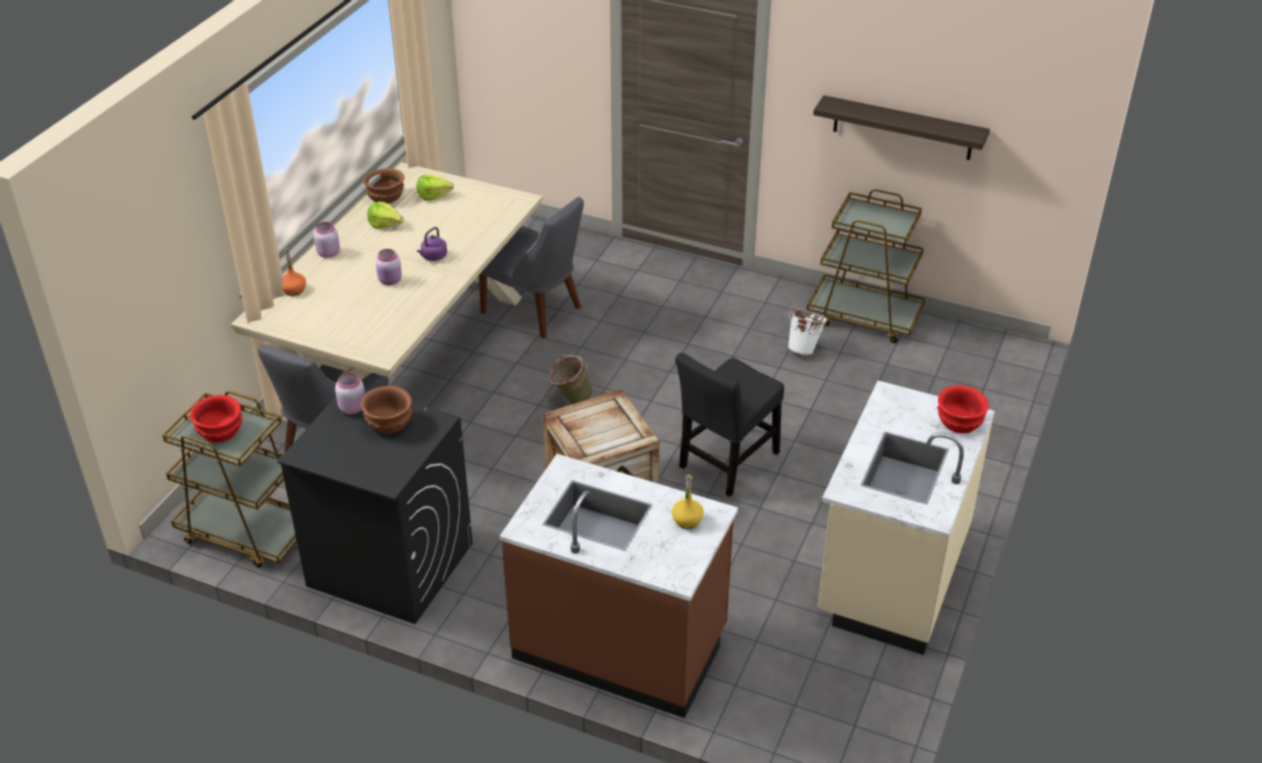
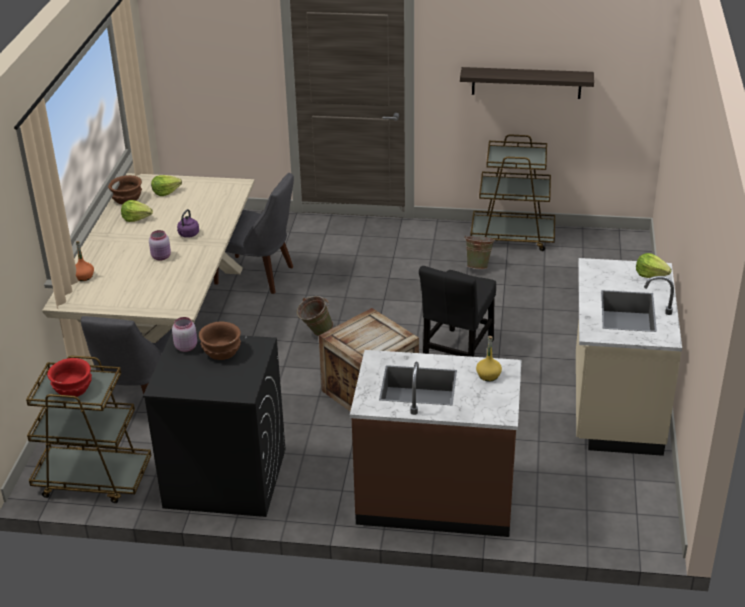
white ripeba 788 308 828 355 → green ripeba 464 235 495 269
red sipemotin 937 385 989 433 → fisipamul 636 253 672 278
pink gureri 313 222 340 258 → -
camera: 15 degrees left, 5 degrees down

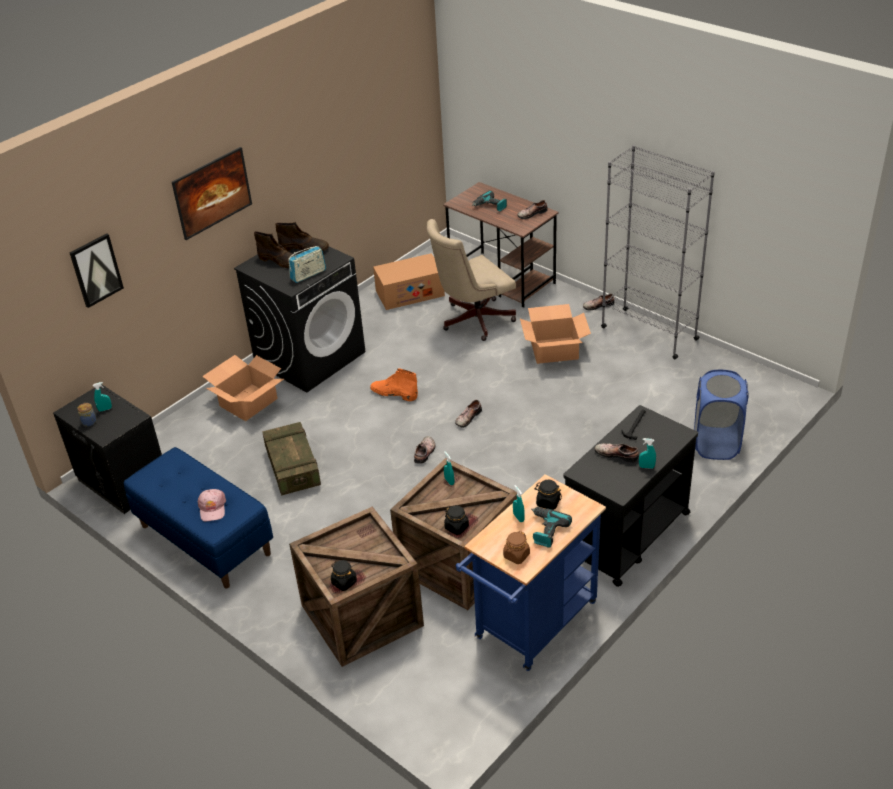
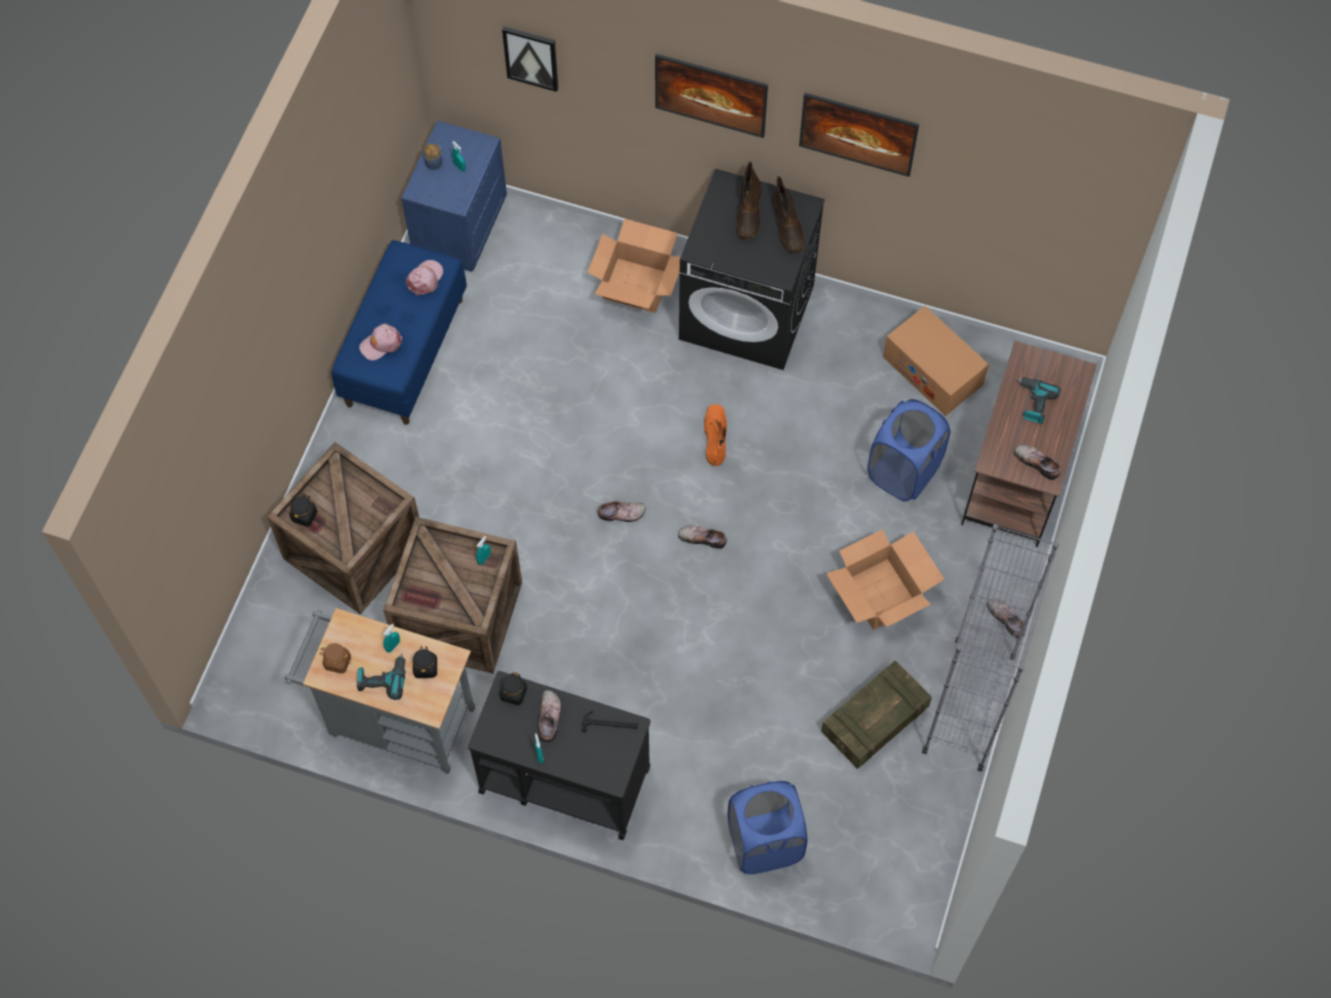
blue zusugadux 456 474 606 671 → grey zusugadux 284 608 475 774
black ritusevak 53 384 162 514 → blue ritusevak 401 120 507 272
- → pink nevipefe 406 260 443 295
black gureri 444 506 469 535 → black gureri 500 672 527 705, move
- → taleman 799 93 919 177
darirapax 262 422 321 496 → darirapax 821 660 932 769, move
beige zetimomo 427 219 516 341 → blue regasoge 867 399 951 501
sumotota 289 246 326 283 → -
camera: 65 degrees right, 25 degrees up

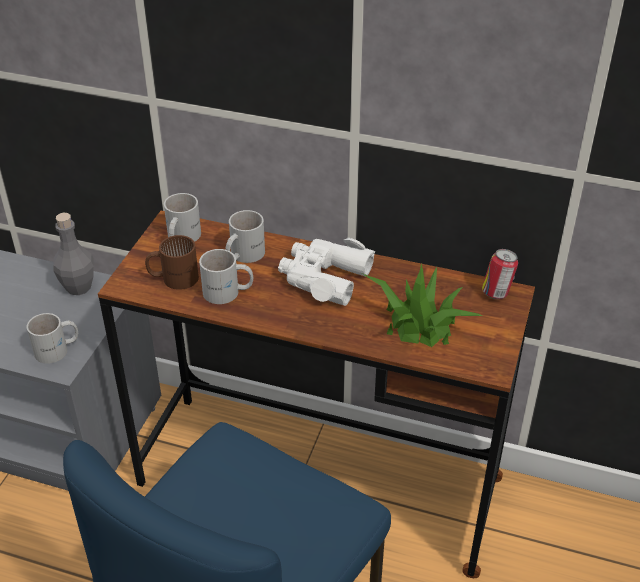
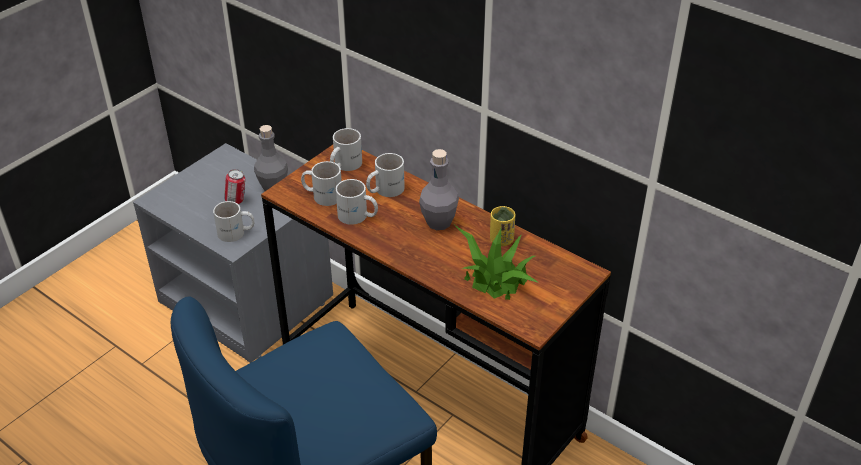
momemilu 482 249 518 299 → momemilu 224 169 245 204, move
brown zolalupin 145 235 199 290 → white zolalupin 301 161 342 206
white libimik 278 238 375 306 → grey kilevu 419 149 459 230
- → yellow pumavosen 490 206 515 246
camera: 20 degrees right, 0 degrees up

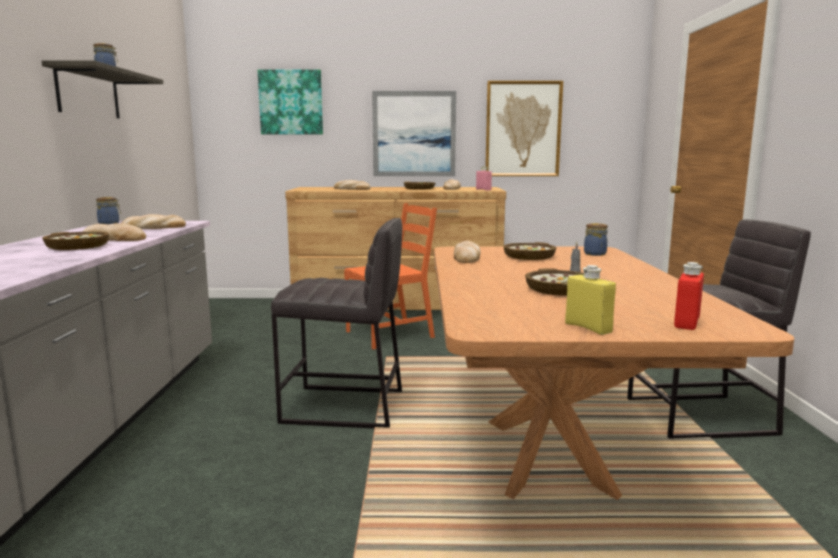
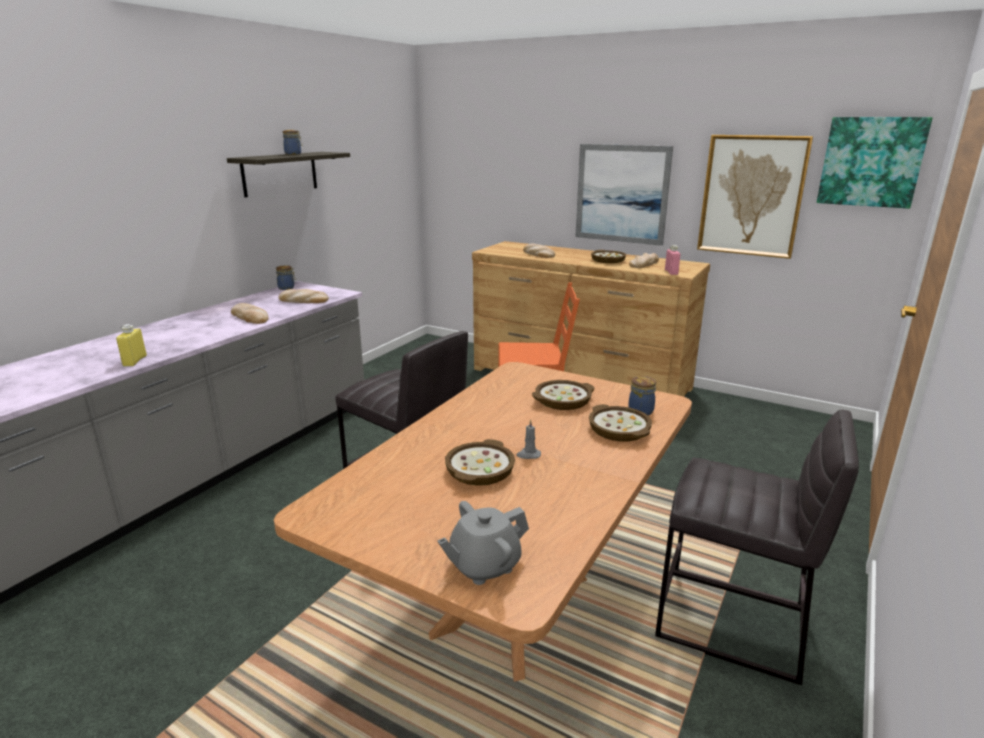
yellow kilevu 565 265 616 335 → yellow kilevu 116 324 147 366, move
red kilevu 674 262 704 330 → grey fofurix 437 501 529 585
sipemotin 42 232 109 250 → sipemotin 589 404 652 442, move
taleman 258 70 323 134 → taleman 817 117 932 209, move
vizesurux 454 240 481 263 → -
camera: 30 degrees right, 10 degrees up

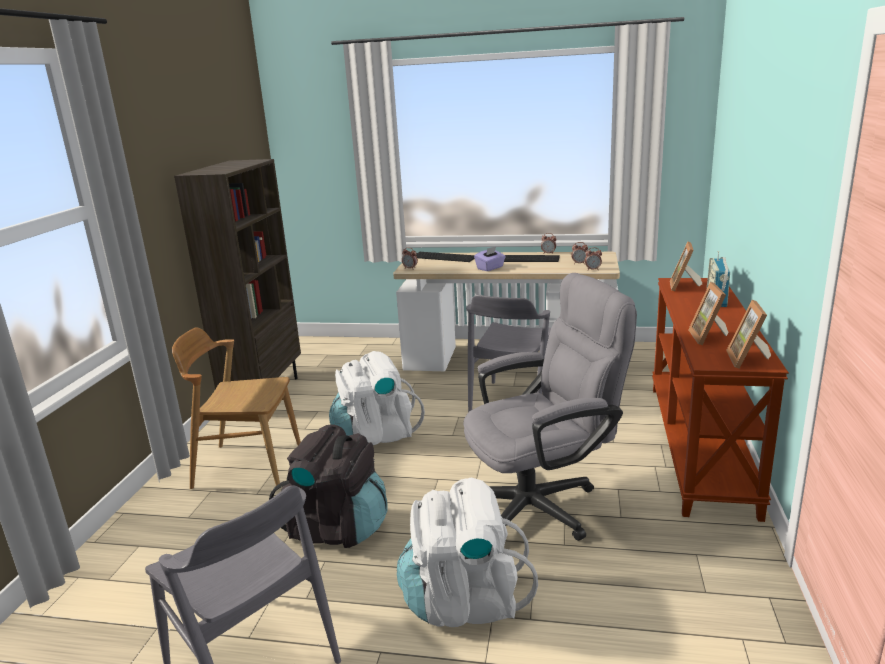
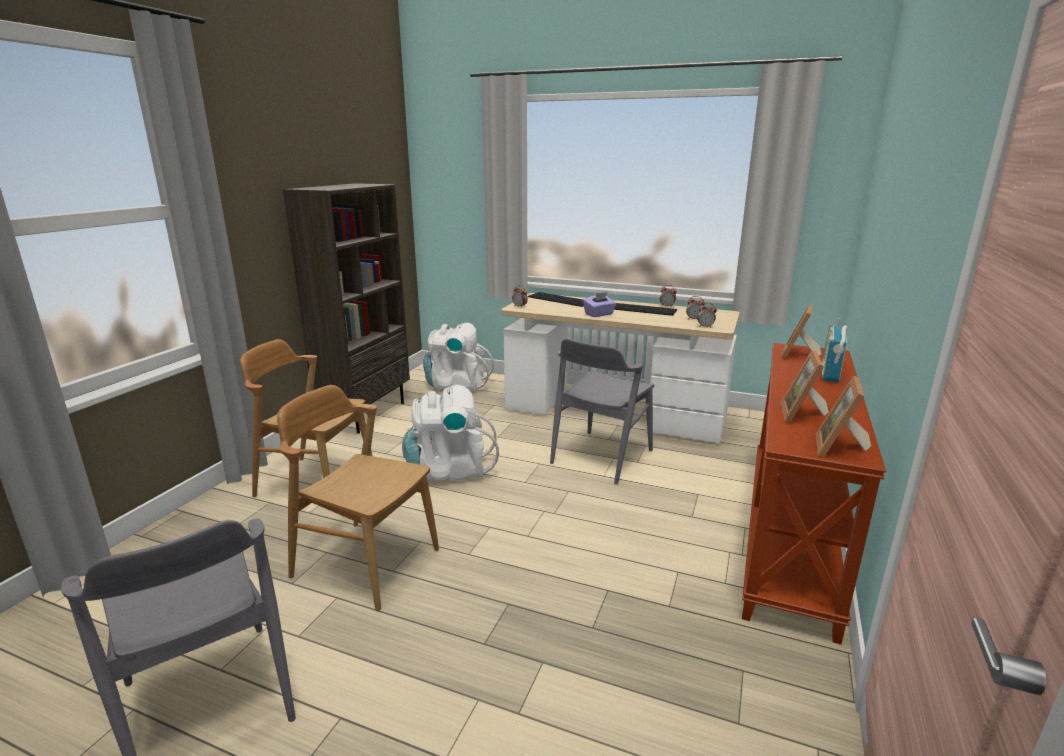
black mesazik 269 424 388 548 → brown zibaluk 277 385 439 612
white mesazik 397 478 538 627 → white mesazik 423 322 494 391, move
grey zetimomo 463 273 637 541 → -
camera: 10 degrees right, 0 degrees up

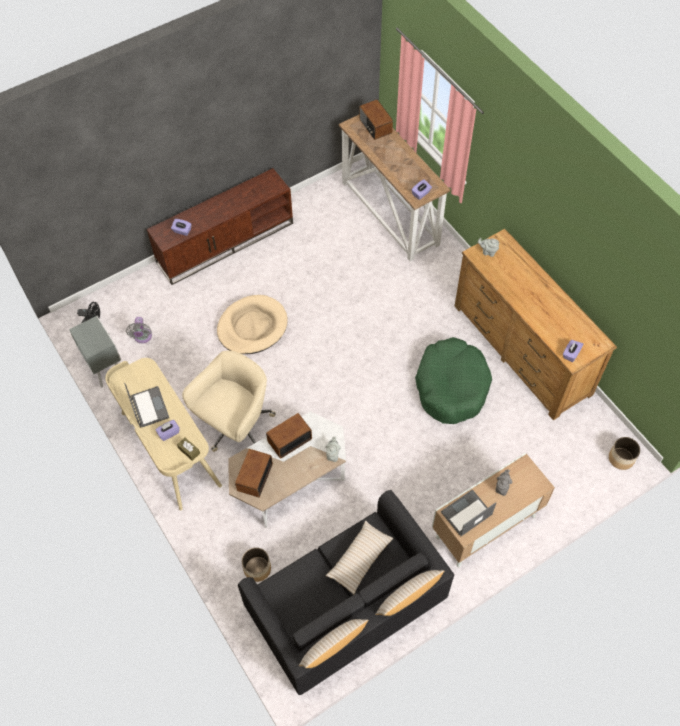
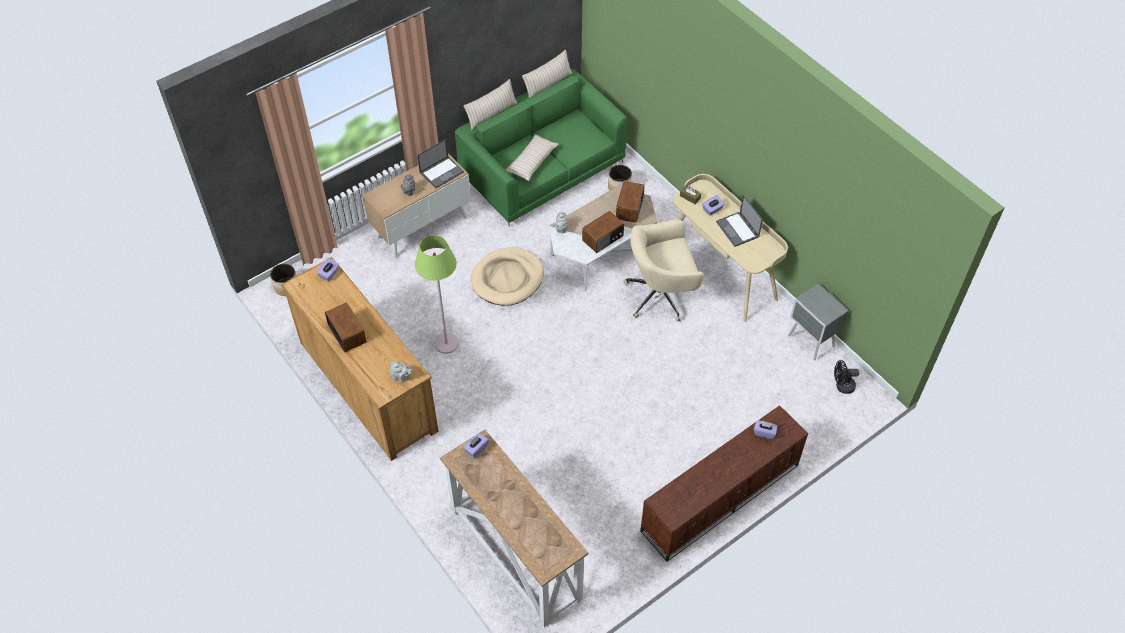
sumotota 359 100 393 140 → sumotota 325 302 367 352, move
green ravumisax 415 337 492 424 → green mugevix 415 235 459 354
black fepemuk 238 490 454 695 → green fepemuk 455 69 628 224
beige ravumisax 217 295 288 354 → beige ravumisax 471 247 544 306, move
beige zetimomo 182 350 276 452 → beige zetimomo 624 219 704 322, 45 degrees clockwise
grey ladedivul 126 317 152 343 → -
camera: 175 degrees right, 5 degrees down

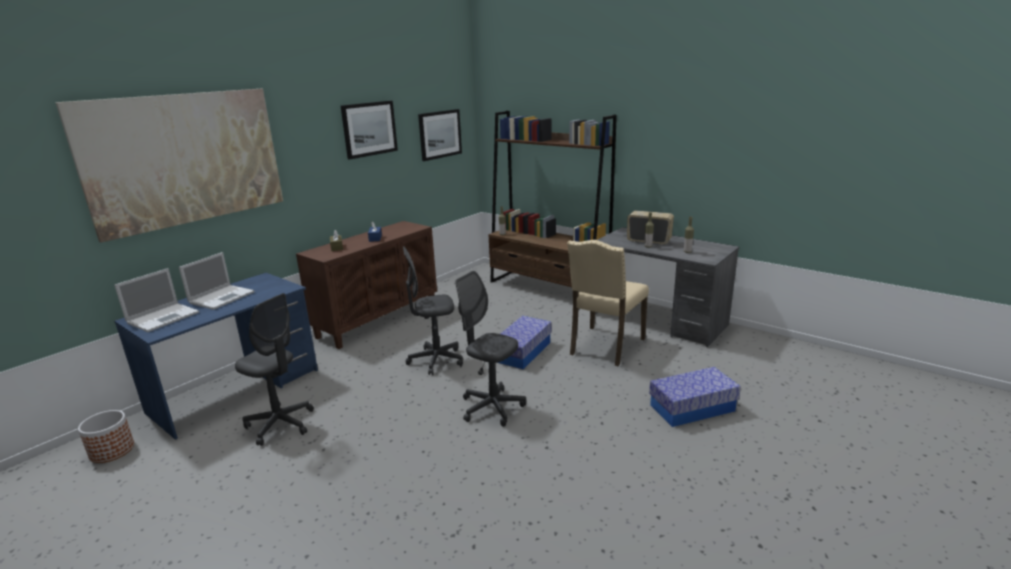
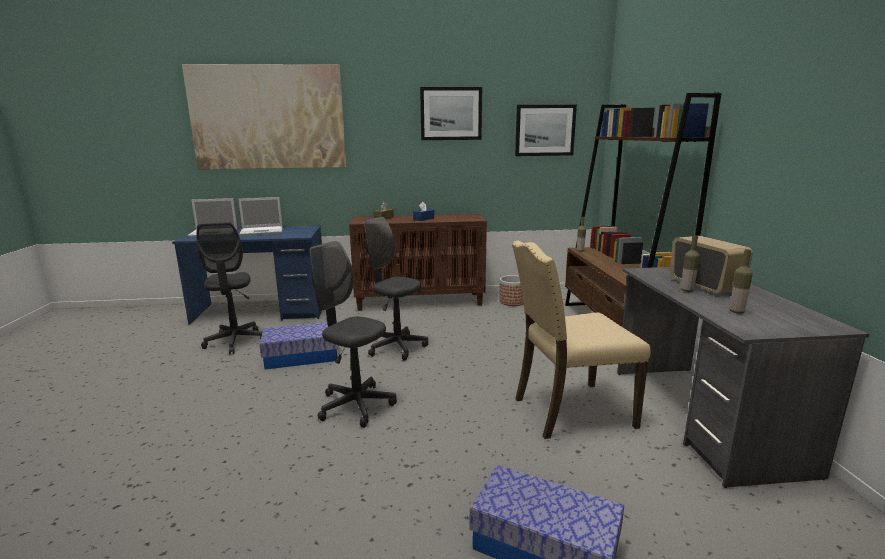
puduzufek 498 316 551 369 → puduzufek 259 322 338 370, move
grey zetimomo 455 271 526 427 → grey zetimomo 309 241 397 428, 45 degrees counterclockwise
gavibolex 78 410 134 463 → gavibolex 499 275 523 306, move
camera: 45 degrees right, 5 degrees down

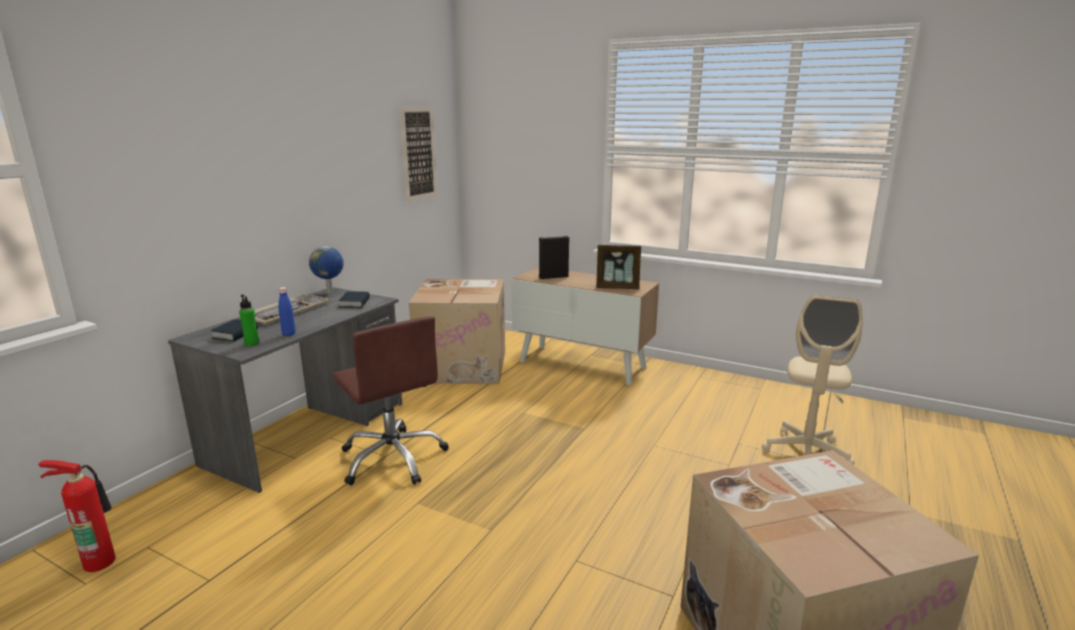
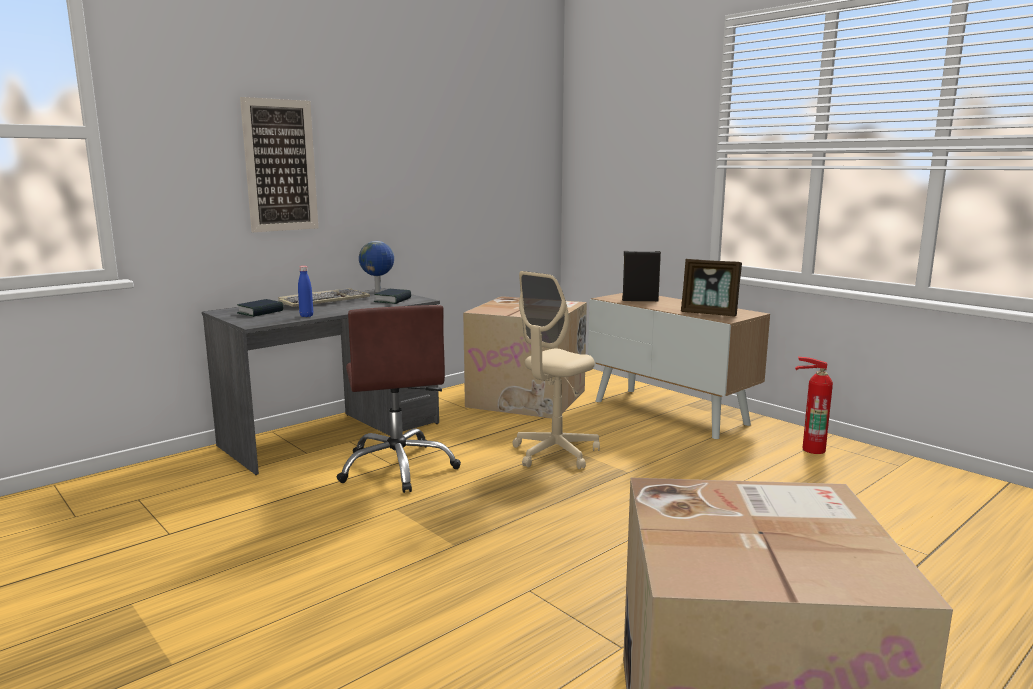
taleman 399 106 438 203 → taleman 240 97 318 232, move
beige zetimomo 762 295 862 465 → beige zetimomo 512 271 600 469, move
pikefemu 38 460 116 572 → pikefemu 795 357 833 454, move
green kilevu 239 295 259 346 → -
camera: 20 degrees right, 5 degrees down

